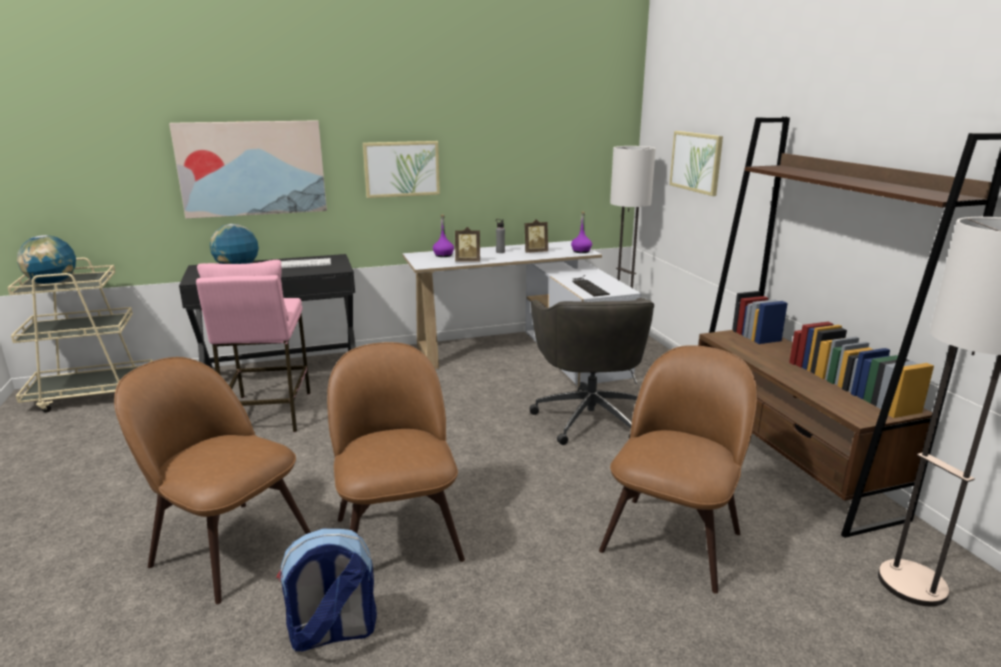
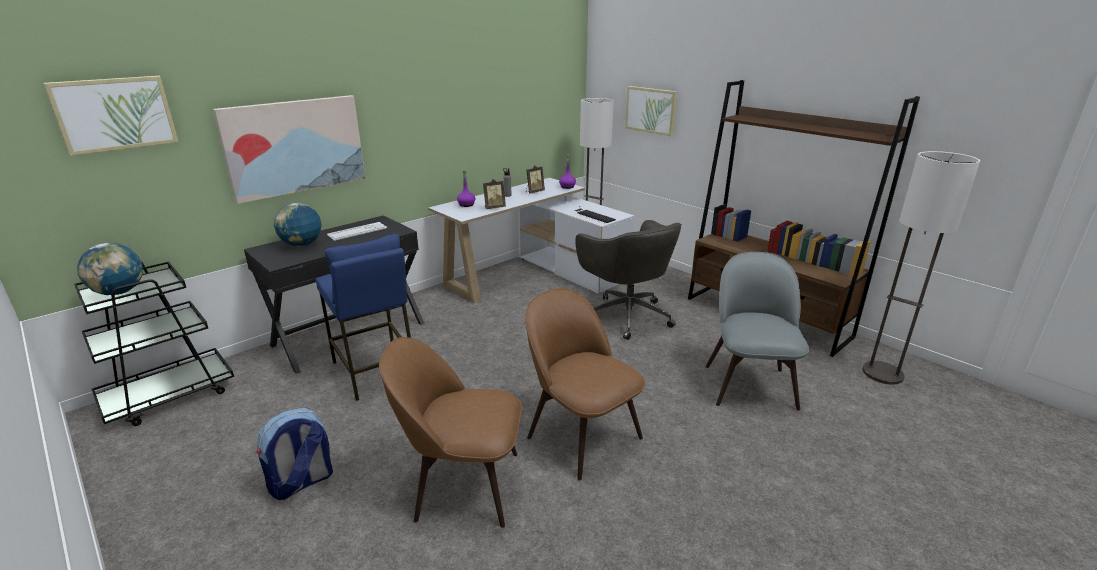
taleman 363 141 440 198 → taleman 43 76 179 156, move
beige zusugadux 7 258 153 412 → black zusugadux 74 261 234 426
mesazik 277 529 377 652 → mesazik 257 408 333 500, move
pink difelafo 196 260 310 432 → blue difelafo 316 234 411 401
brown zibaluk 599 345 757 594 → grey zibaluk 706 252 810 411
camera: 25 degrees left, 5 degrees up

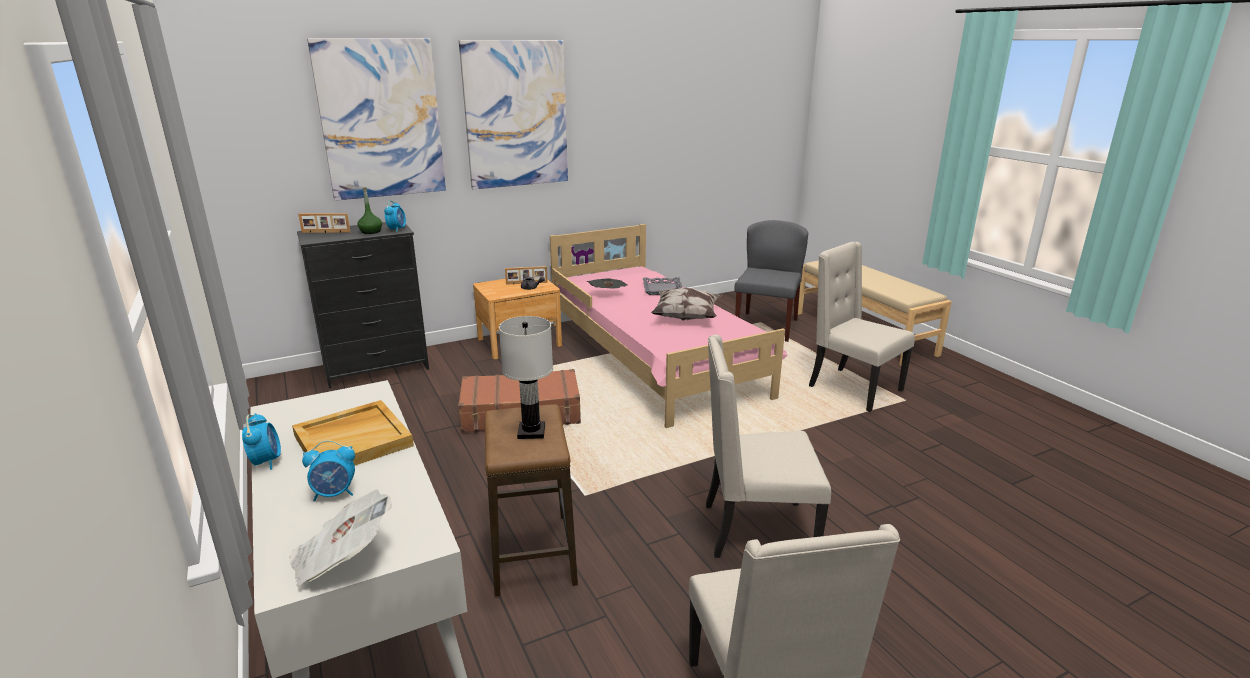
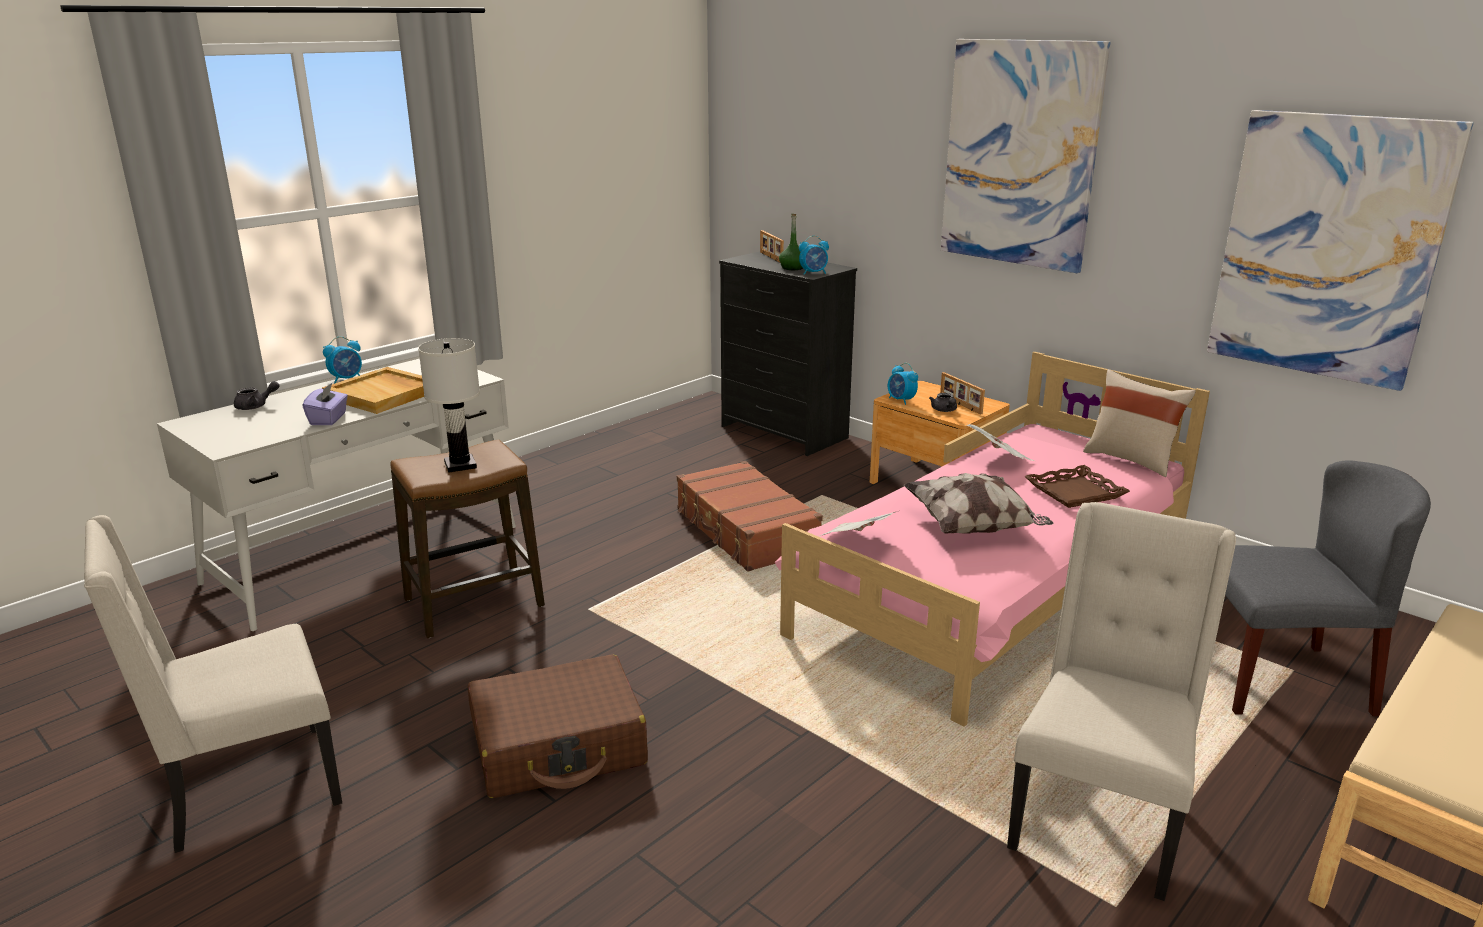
- → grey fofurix 234 381 280 410
- → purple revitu 302 383 348 425
beige zibaluk 706 335 831 558 → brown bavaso 468 654 648 798
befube 289 489 392 587 → befube 819 511 898 536, move
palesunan 302 440 355 501 → palesunan 888 363 918 405, move
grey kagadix 643 277 682 295 → brown kagadix 1025 465 1130 508
- → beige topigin 1083 369 1196 477
taleman 307 38 446 201 → taleman 1207 110 1474 391, move
camera: 70 degrees right, 0 degrees up

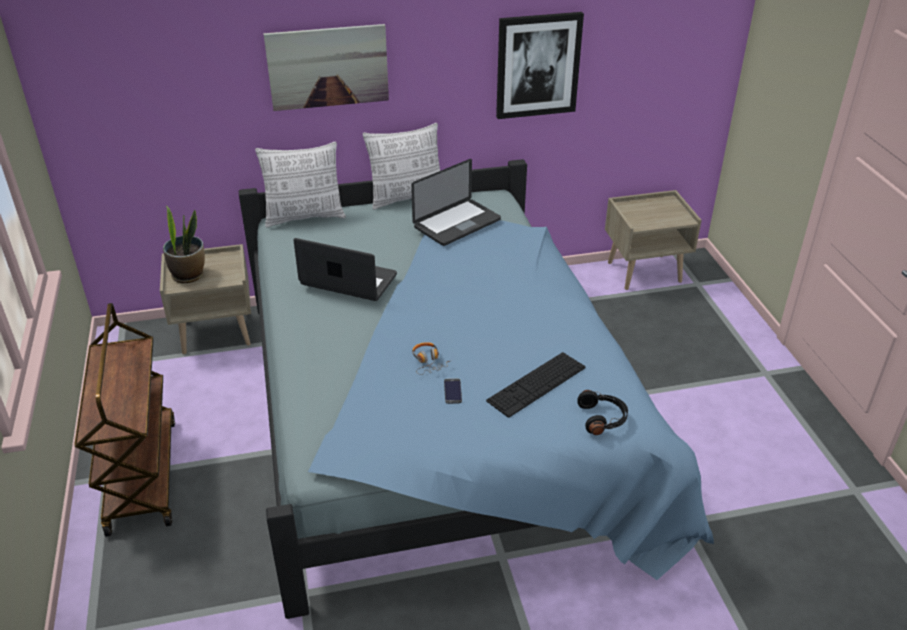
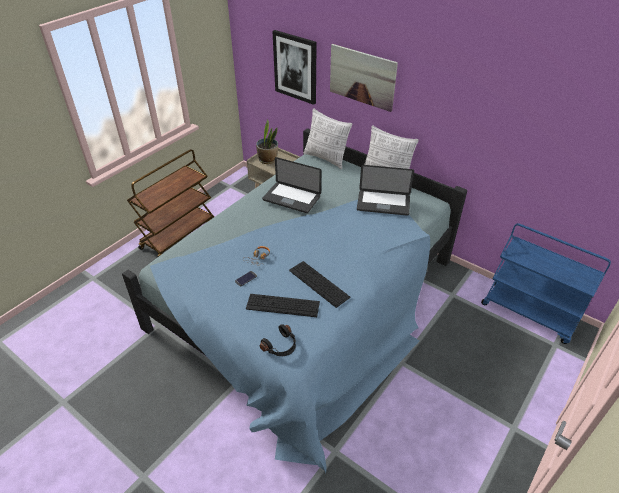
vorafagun 293 238 397 301 → vorafagun 262 157 322 213, 135 degrees clockwise
taleman 496 12 584 119 → taleman 272 30 317 105, move
- → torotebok 289 261 350 308
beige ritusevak 605 190 702 290 → blue zusugadux 481 223 611 344
camera: 50 degrees right, 5 degrees up

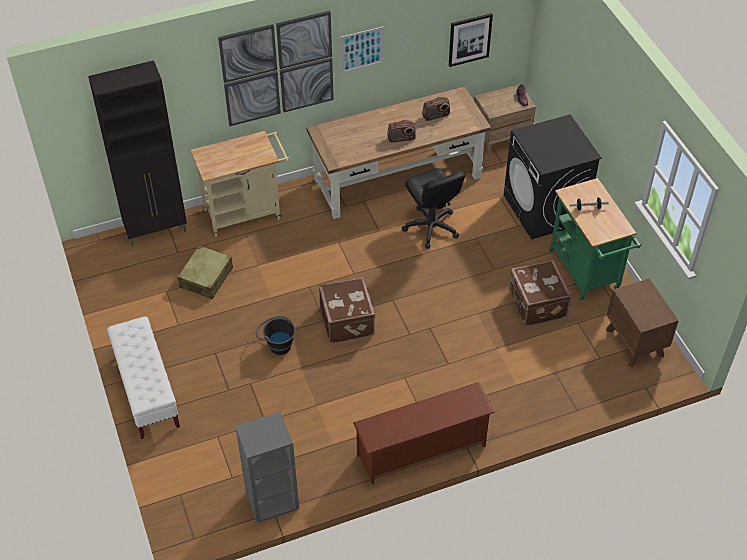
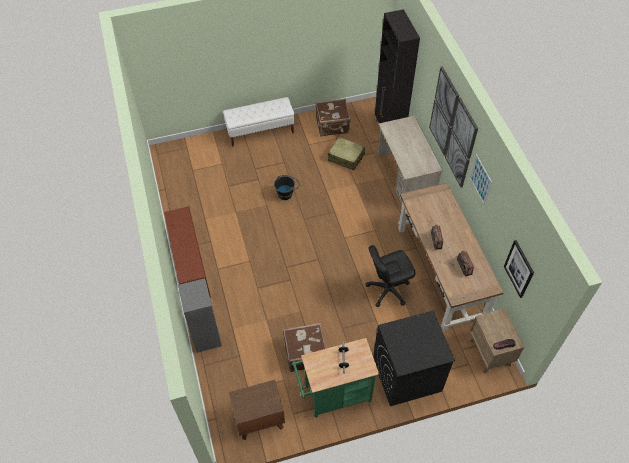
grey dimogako 235 412 299 523 → grey dimogako 178 278 222 353, move
brown bavaso 319 277 375 343 → brown bavaso 316 99 351 136, move
beige zusugadux 191 131 290 237 → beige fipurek 378 116 443 205
camera: 95 degrees right, 5 degrees up

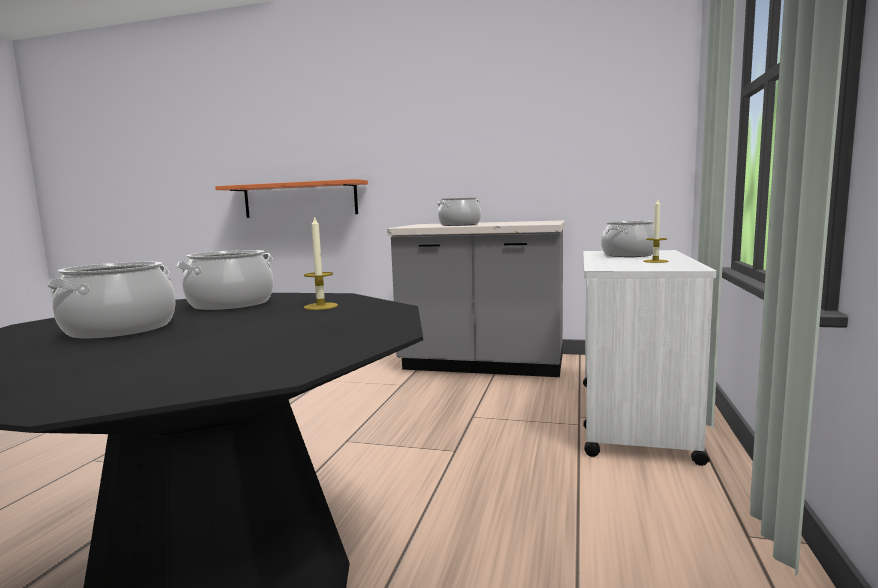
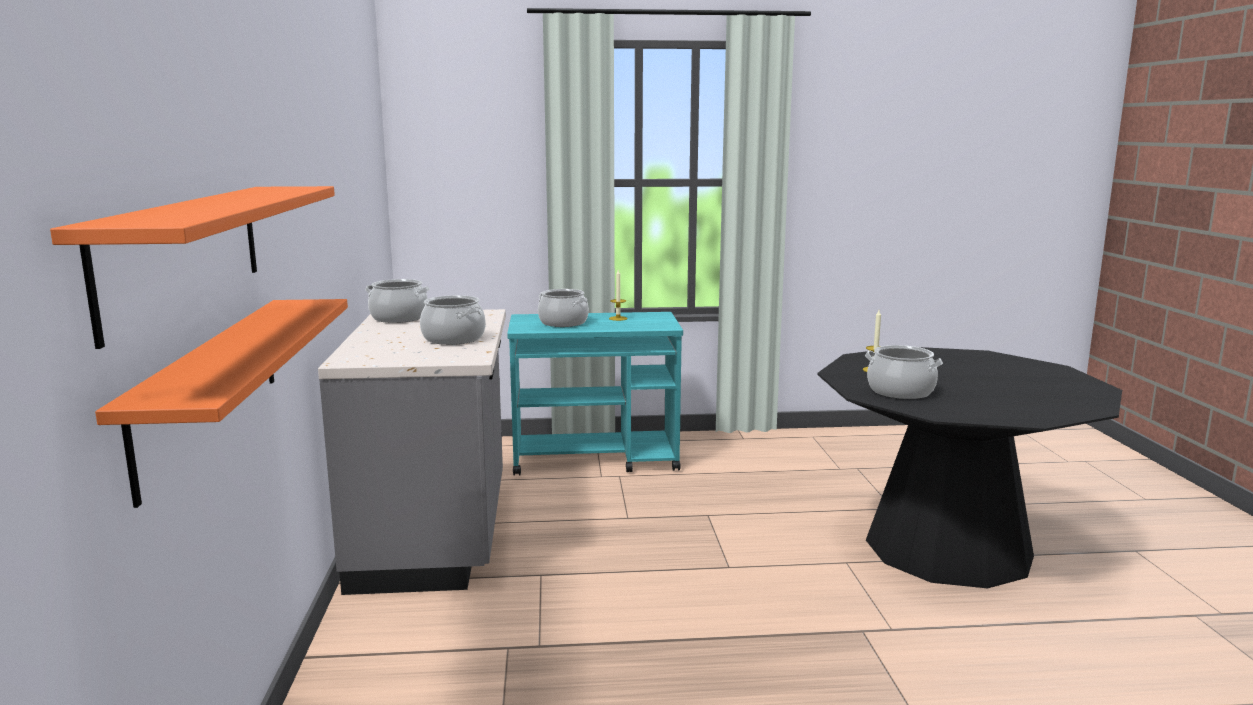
- → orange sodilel 50 186 335 349
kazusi 47 262 176 339 → kazusi 365 279 430 323, move
white zusugadux 583 250 716 466 → turquoise zusugadux 507 312 683 476
camera: 110 degrees left, 5 degrees up

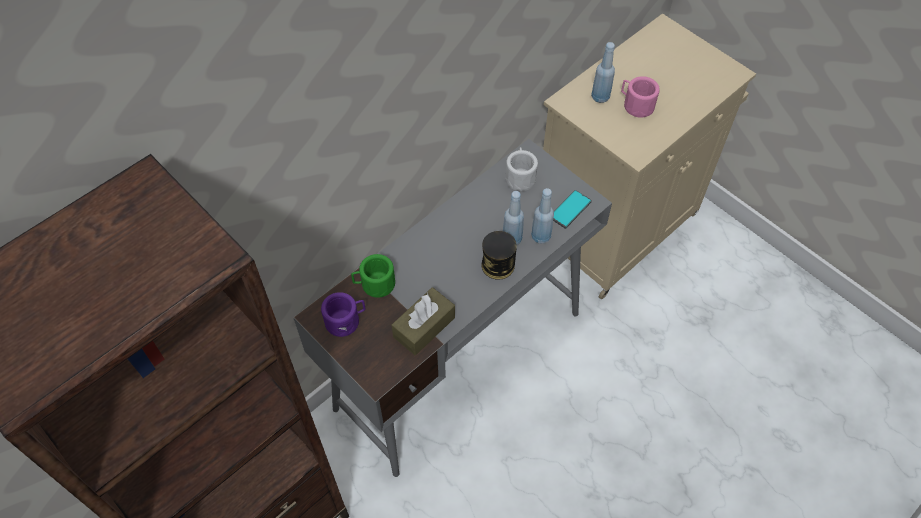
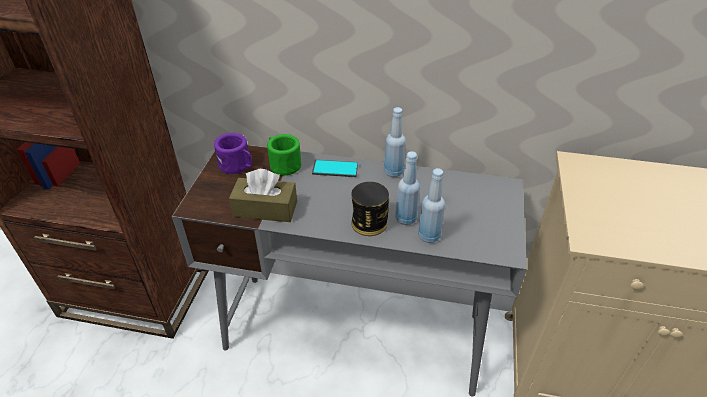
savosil 553 190 592 229 → savosil 312 160 358 177, move
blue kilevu 591 42 615 103 → blue kilevu 384 107 406 177, move
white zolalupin 505 147 538 191 → -
pink zolalupin 621 76 660 118 → -
camera: 55 degrees right, 15 degrees down

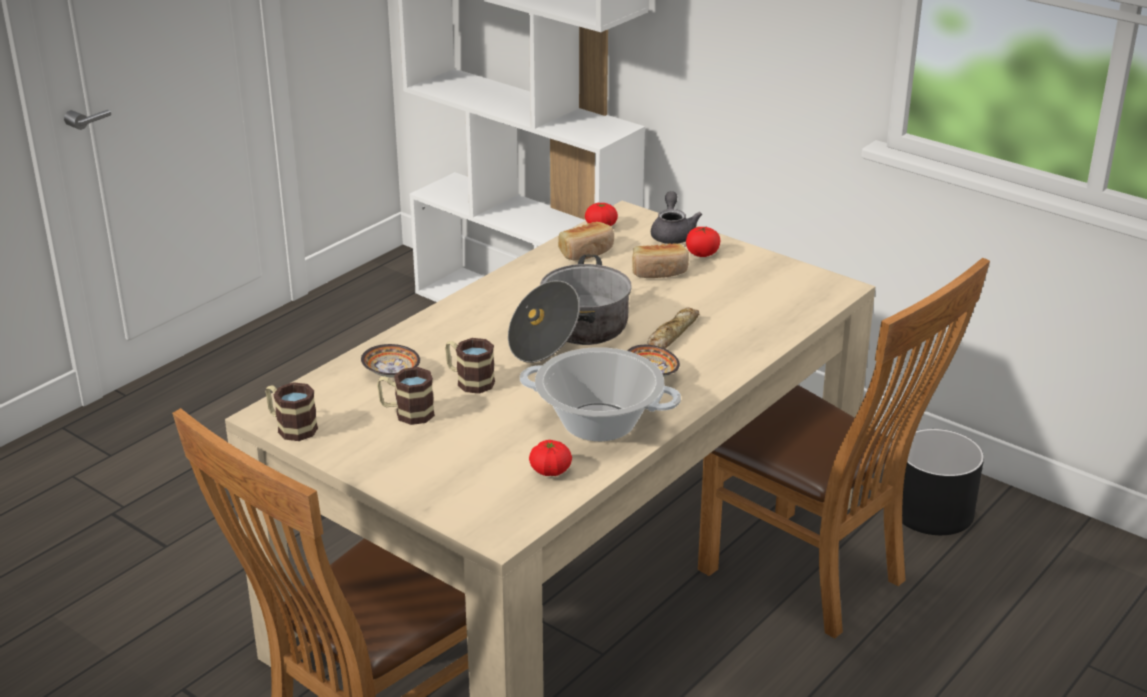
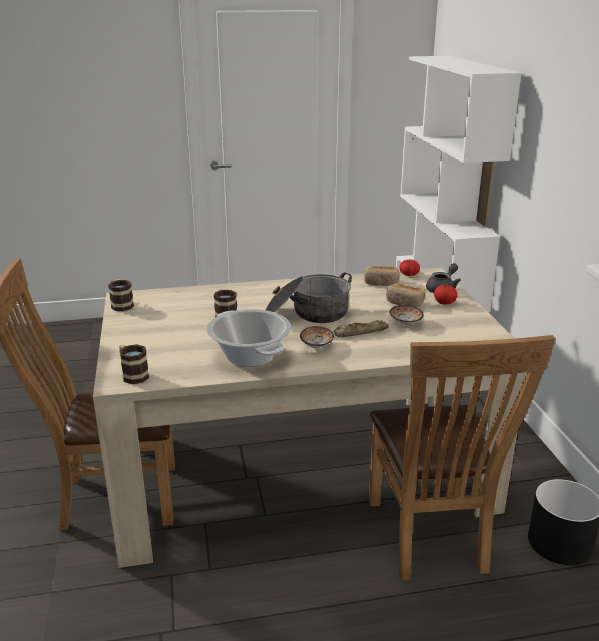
zolalupin 377 367 435 425 → zolalupin 119 344 149 384, move
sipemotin 361 344 420 377 → sipemotin 390 305 424 325, move
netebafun 529 440 572 476 → -
camera: 40 degrees right, 5 degrees down

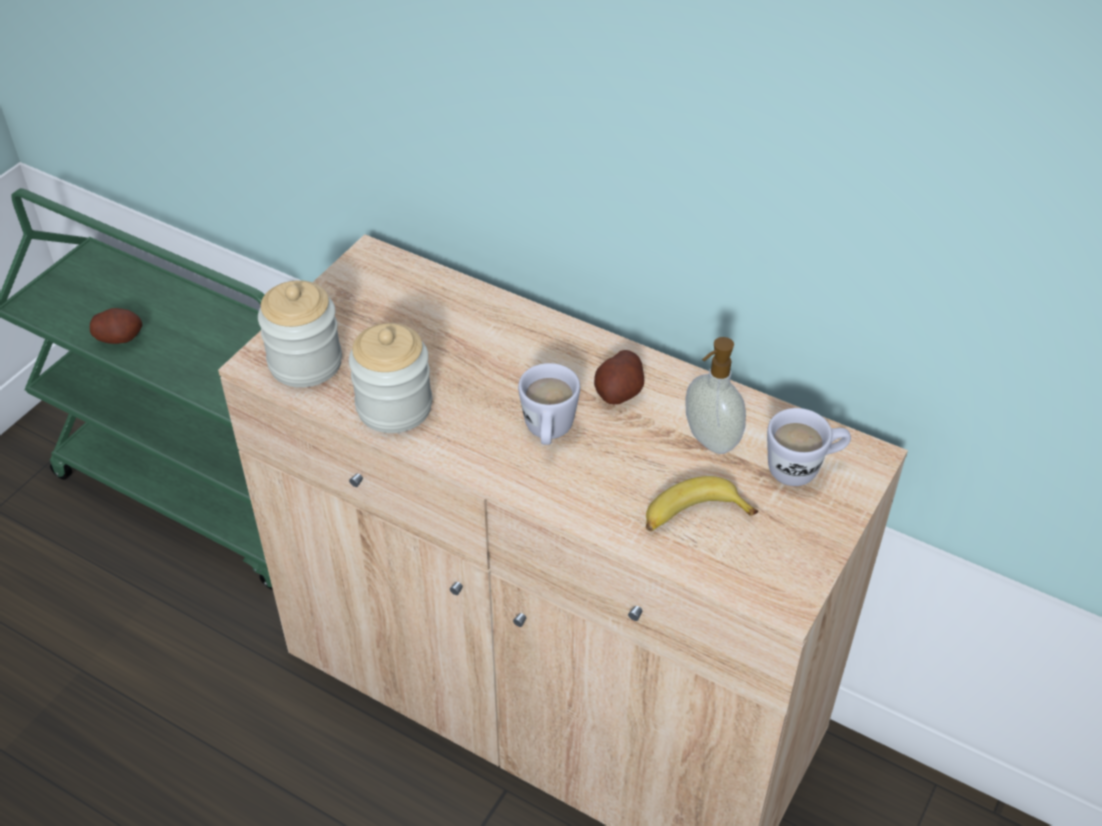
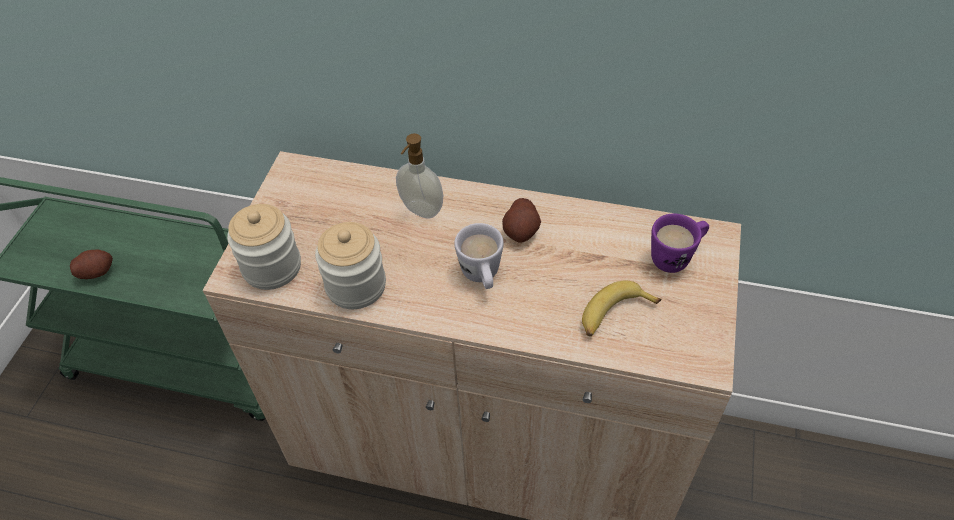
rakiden 685 337 746 454 → rakiden 396 134 443 219, move
white zolalupin 767 408 851 486 → purple zolalupin 651 213 709 273
camera: 15 degrees left, 5 degrees up

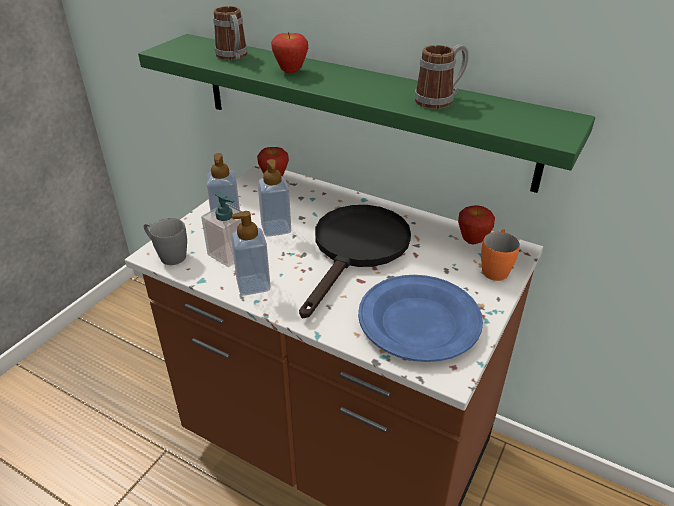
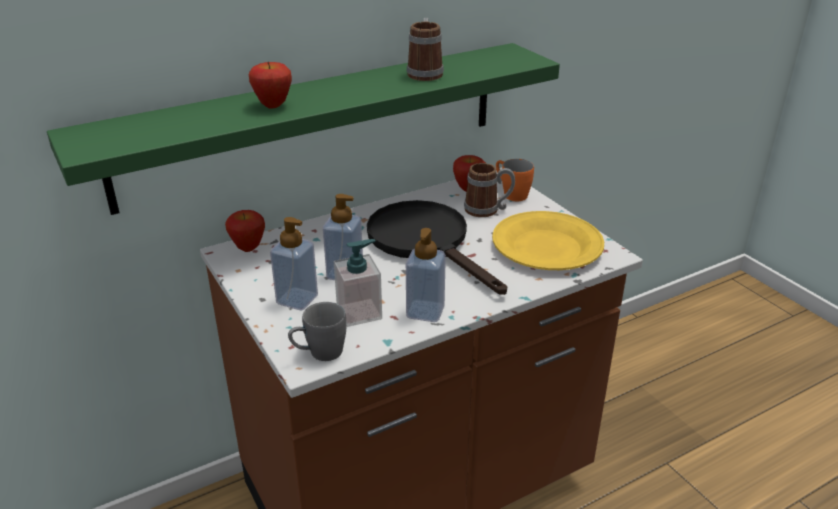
zolalupin 213 6 248 60 → zolalupin 464 163 515 217, move
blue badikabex 358 275 483 362 → yellow badikabex 492 211 604 270
camera: 60 degrees left, 5 degrees down

